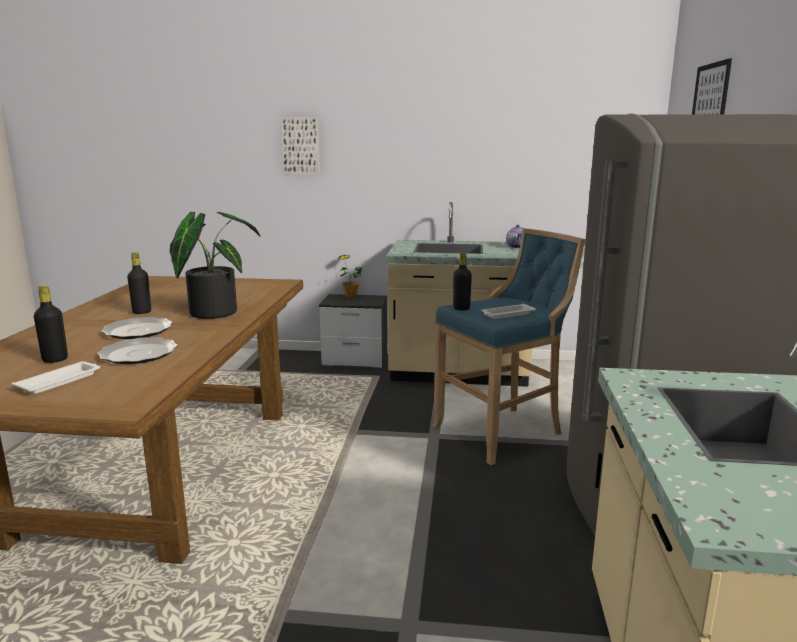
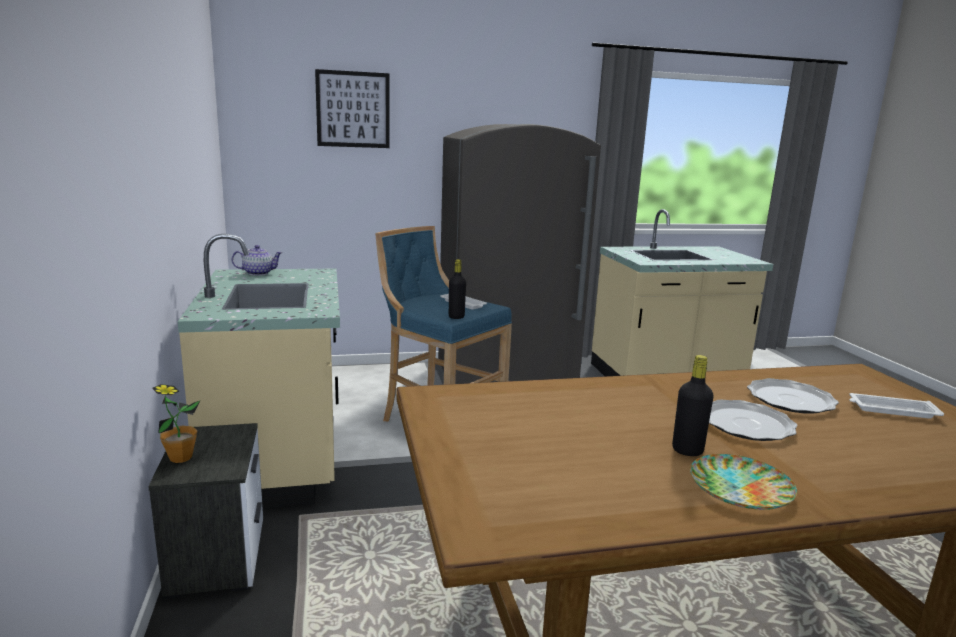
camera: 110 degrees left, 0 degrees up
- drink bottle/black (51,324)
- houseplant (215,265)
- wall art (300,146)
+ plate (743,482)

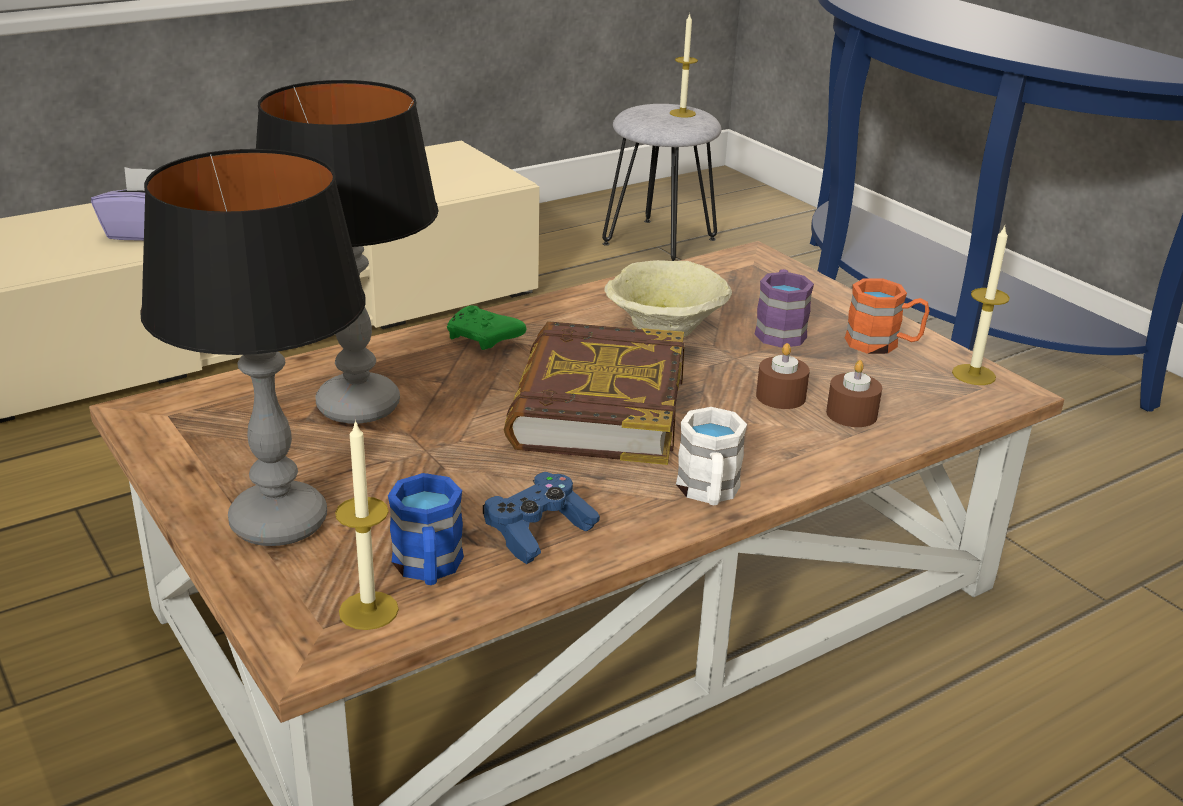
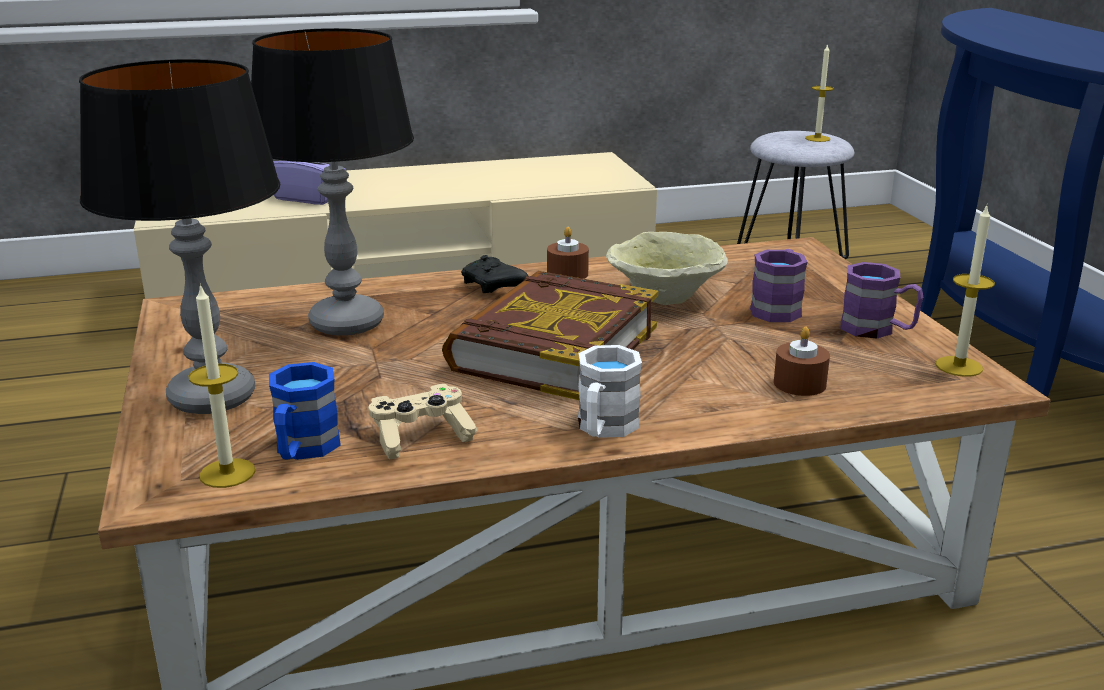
camera: 20 degrees right, 5 degrees down
~ gamepad/green-coloured (486,328) to gamepad/black (494,274)
~ gamepad/blue-coloured (541,518) to gamepad/beige (423,422)
~ candle/brownish (783,376) to (568,253)
~ tea mug/orange (887,316) to tea mug/purplish (881,300)

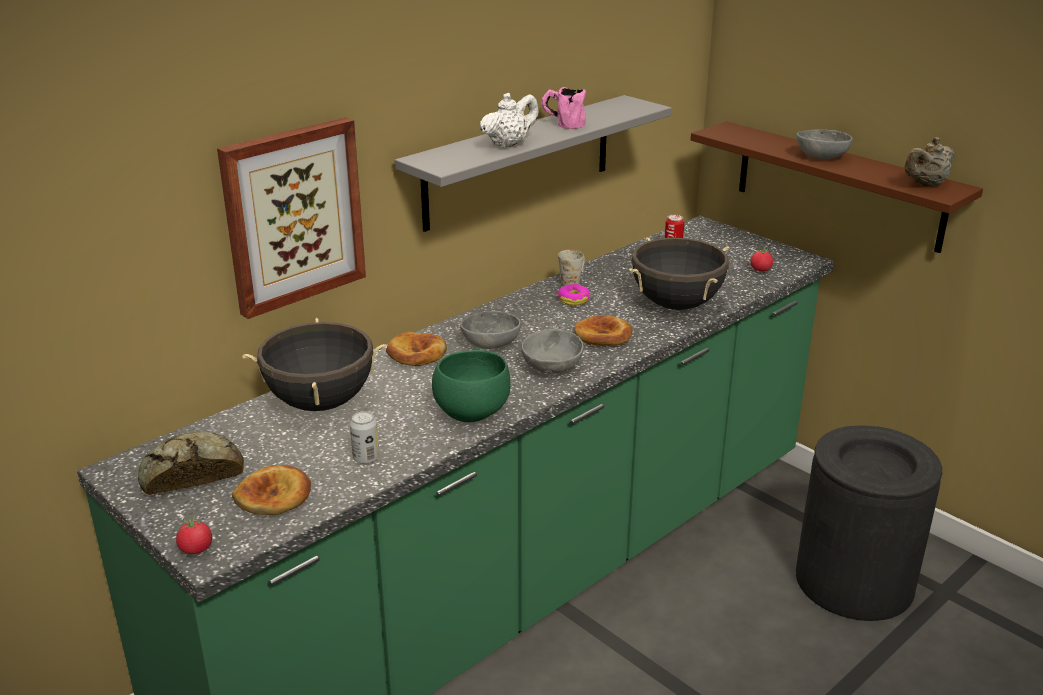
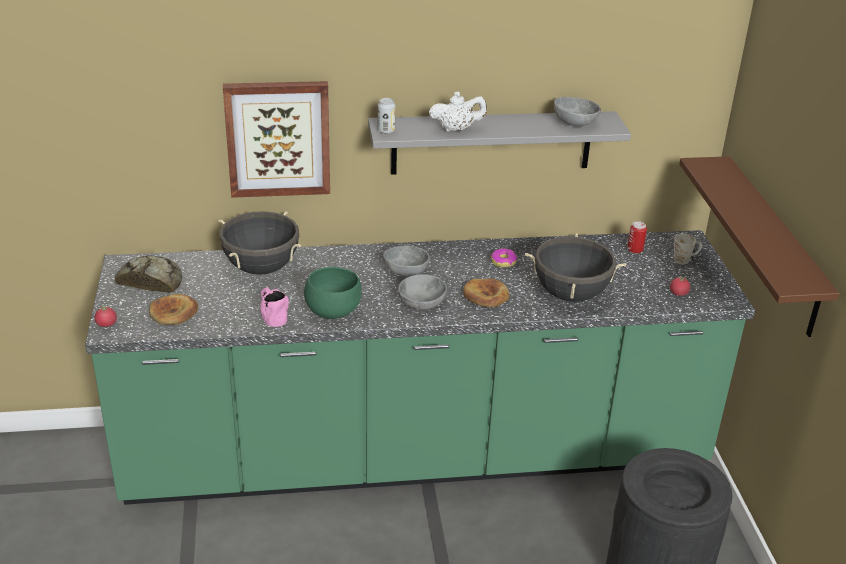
camera: 35 degrees right, 5 degrees up
~ metal can (364,437) to (387,116)
- bakery bread (416,349)
~ tea mug/pinkish (563,108) to (274,306)
~ tea mug/whitish (571,267) to (688,249)
~ deep dish/greyish (824,144) to (577,111)
- teapot/beige (929,162)

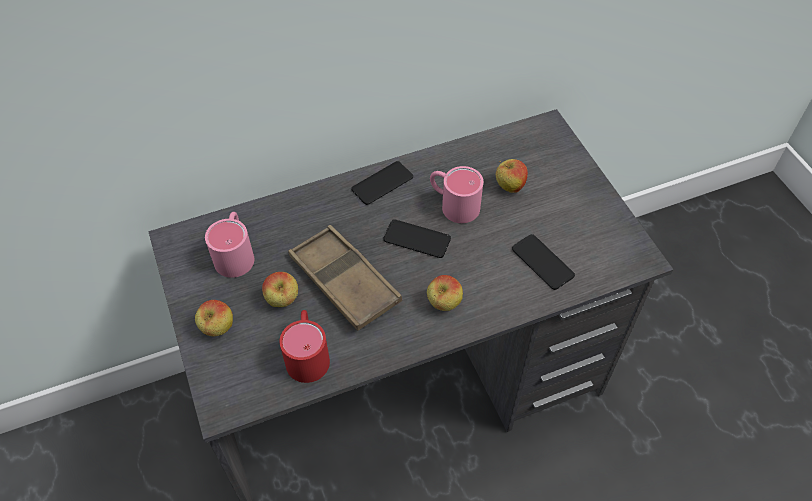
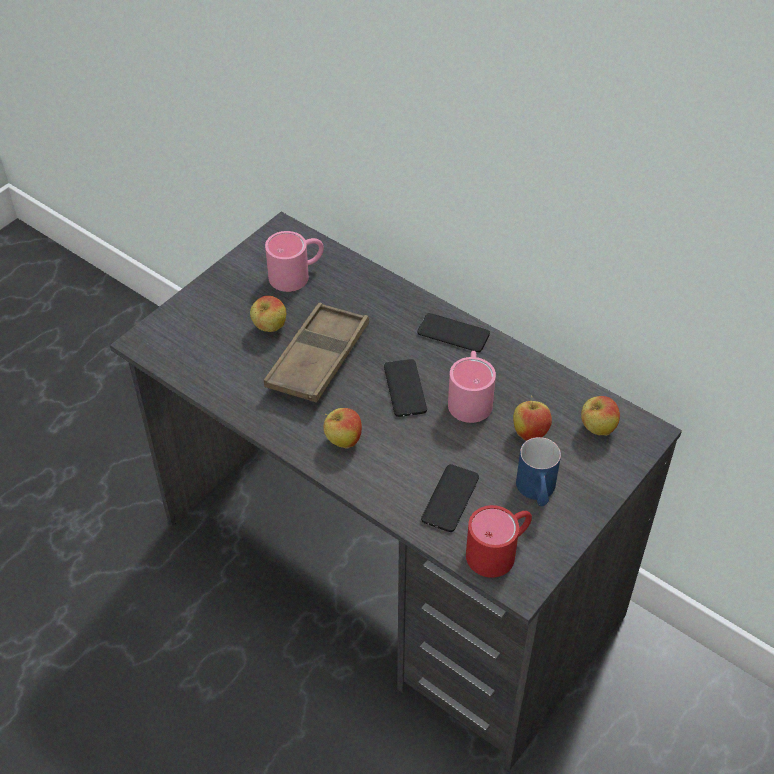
camera: 60 degrees right, 5 degrees down
~ apple (214,318) to (600,416)
~ tea mug/reddish (304,346) to (499,541)
+ tea mug/blue-coloured (538,471)

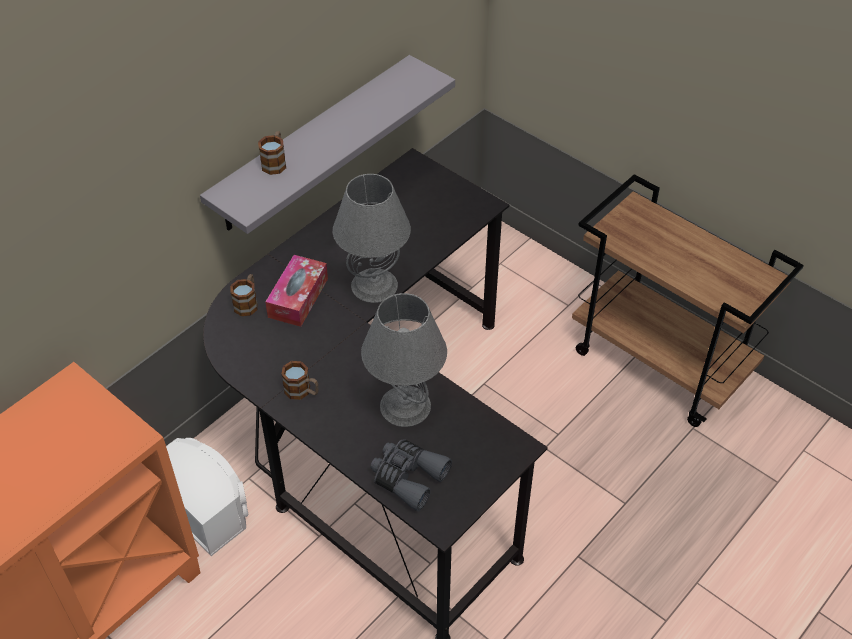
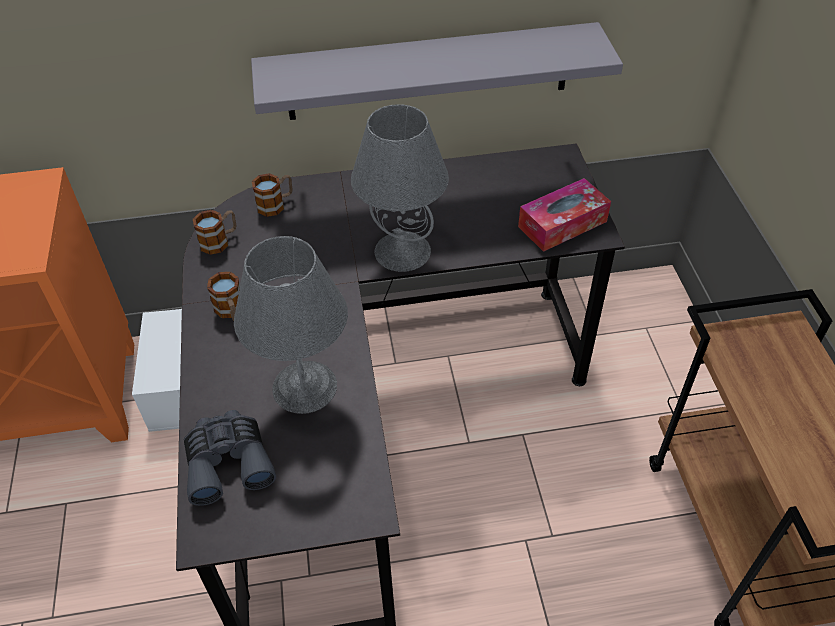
camera: 40 degrees right, 0 degrees up
~ tea mug (272,153) to (214,232)
~ tissue box (296,291) to (564,215)

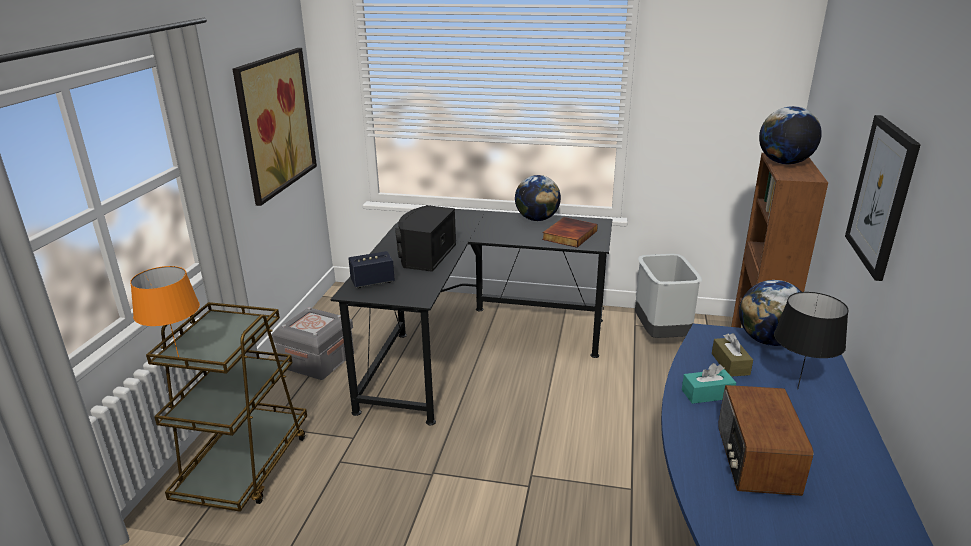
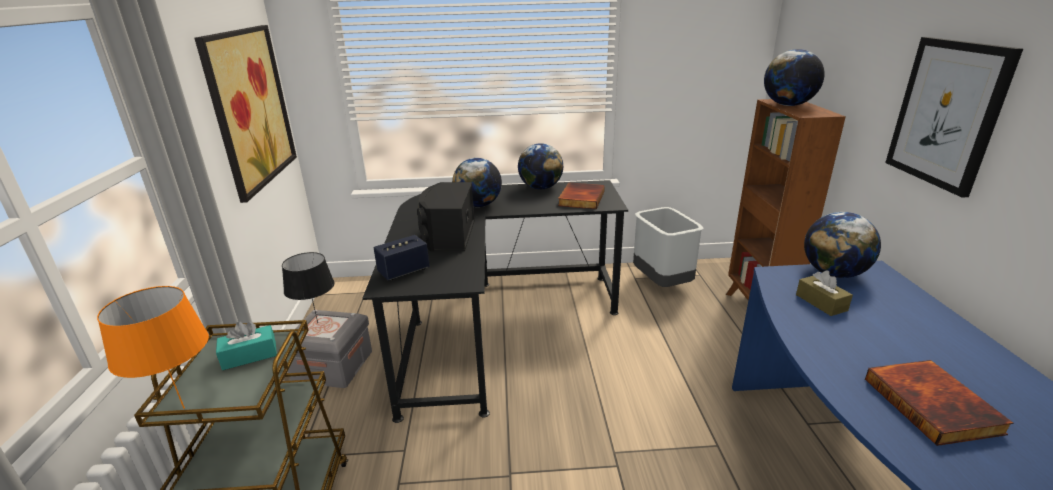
camera: 15 degrees left, 0 degrees up
~ tissue box/blue-green (709,383) to (246,346)
~ radio set (766,440) to volume (939,403)
~ table lamp/black (811,340) to (308,287)
+ desk globe (477,182)

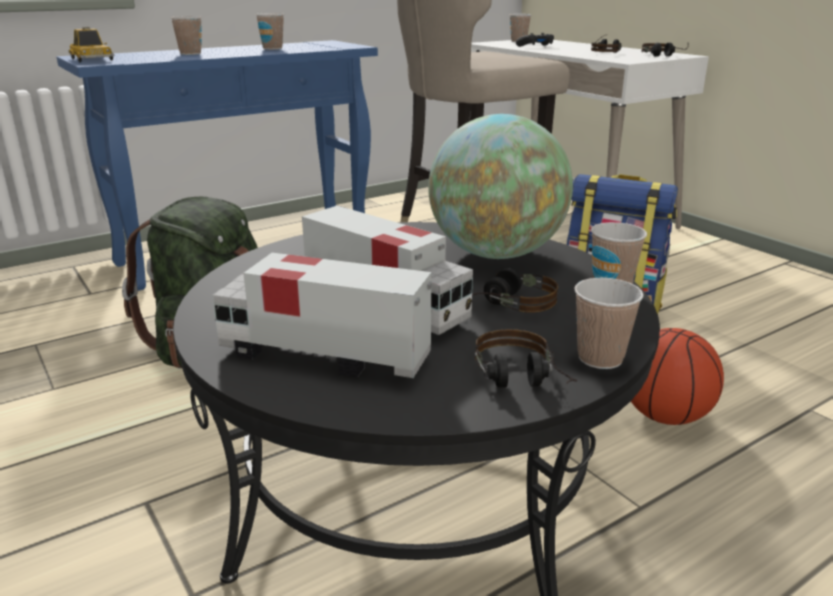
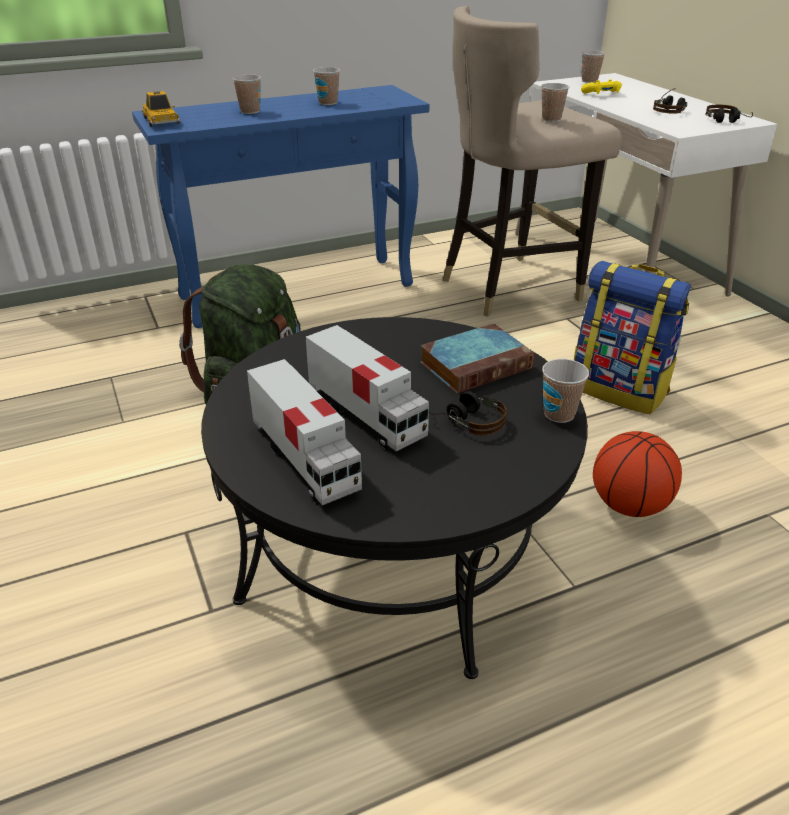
camera: 10 degrees right, 10 degrees up
~ toy lorry (322,315) = (304,432) 150 degrees counterclockwise
~ desk globe (500,186) to volume (477,358)
- pair of headphones (526,358)
~ gamepad/black (535,40) to gamepad/yellow (601,86)
~ cup (609,323) to (555,102)

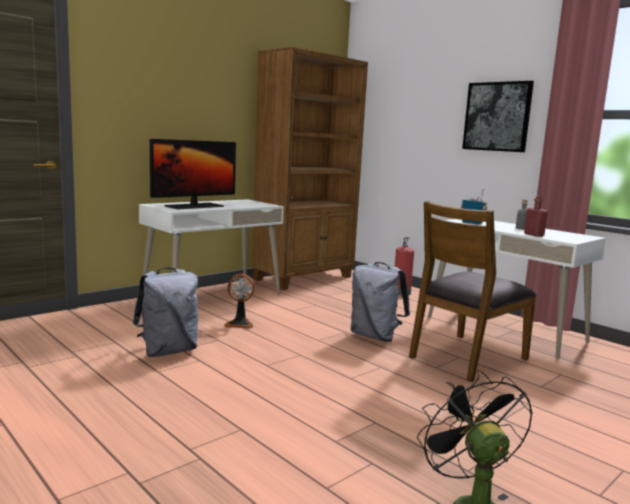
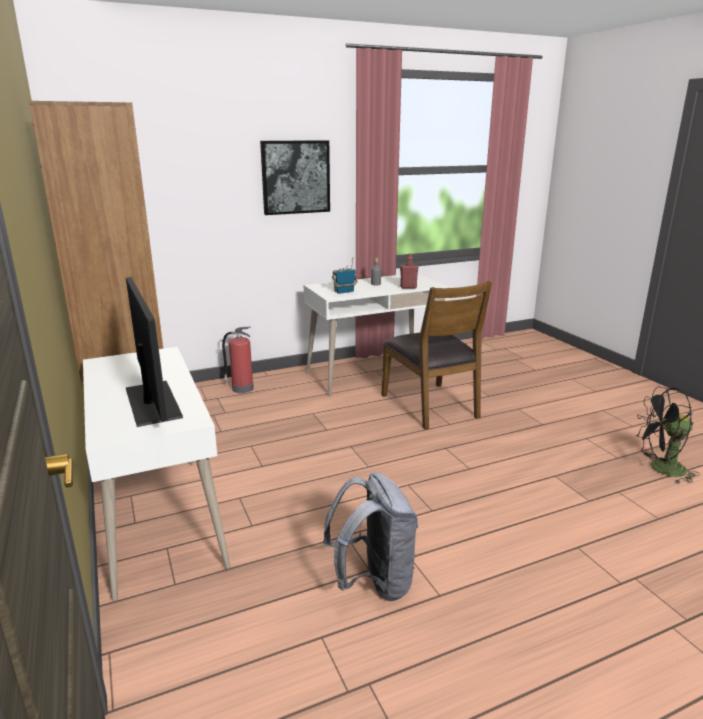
camera: 70 degrees left, 10 degrees up
- electric fan (239,301)
- backpack/greyish (380,302)

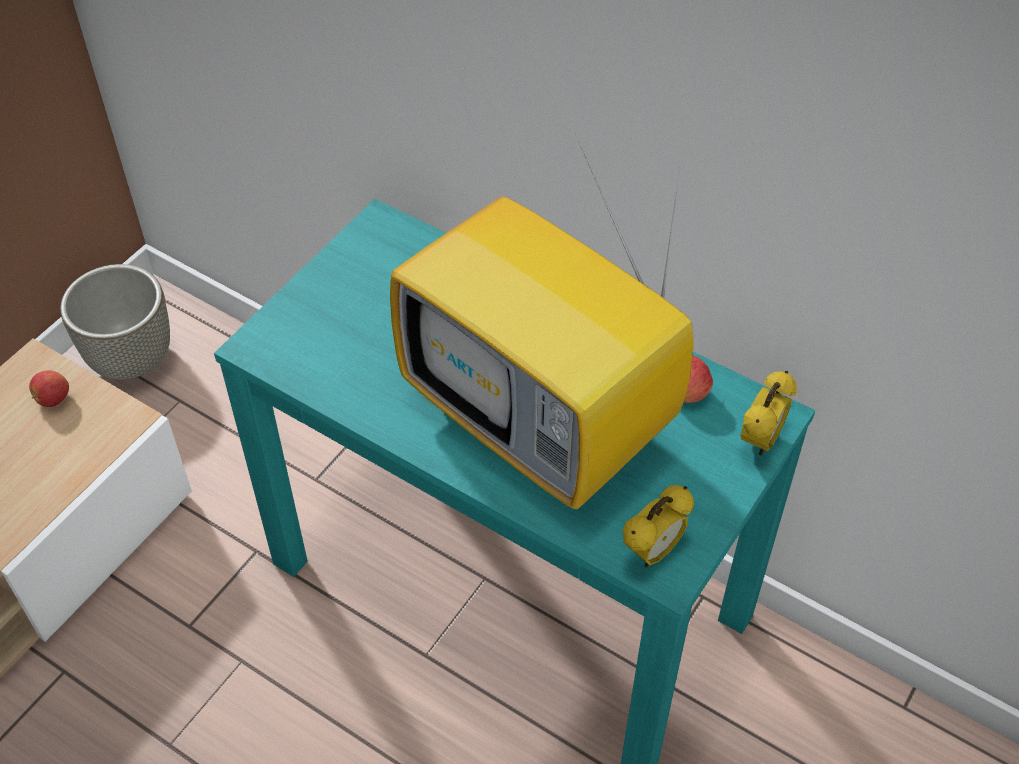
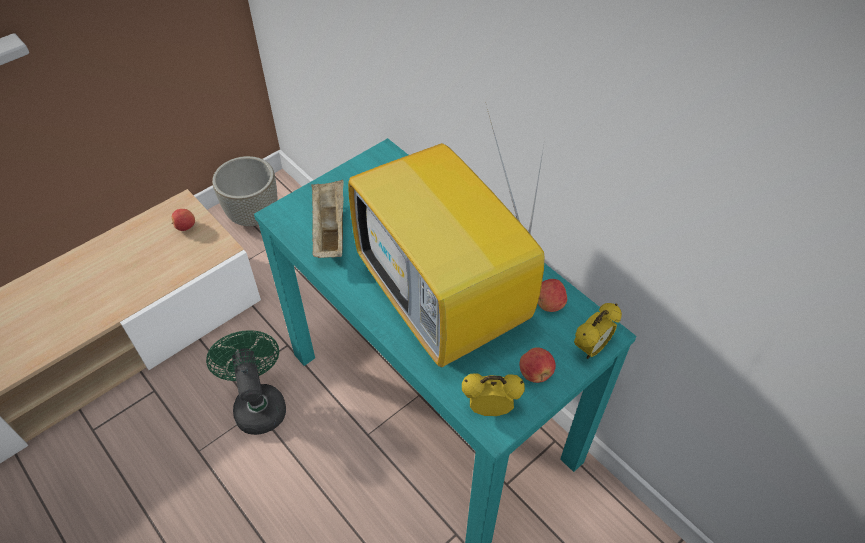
camera: 15 degrees right, 0 degrees up
~ alarm clock (658,526) = (493,395) 150 degrees counterclockwise
+ electric fan/green-coloured (246,382)
+ serving tray/beige (327,219)
+ apple (538,365)

